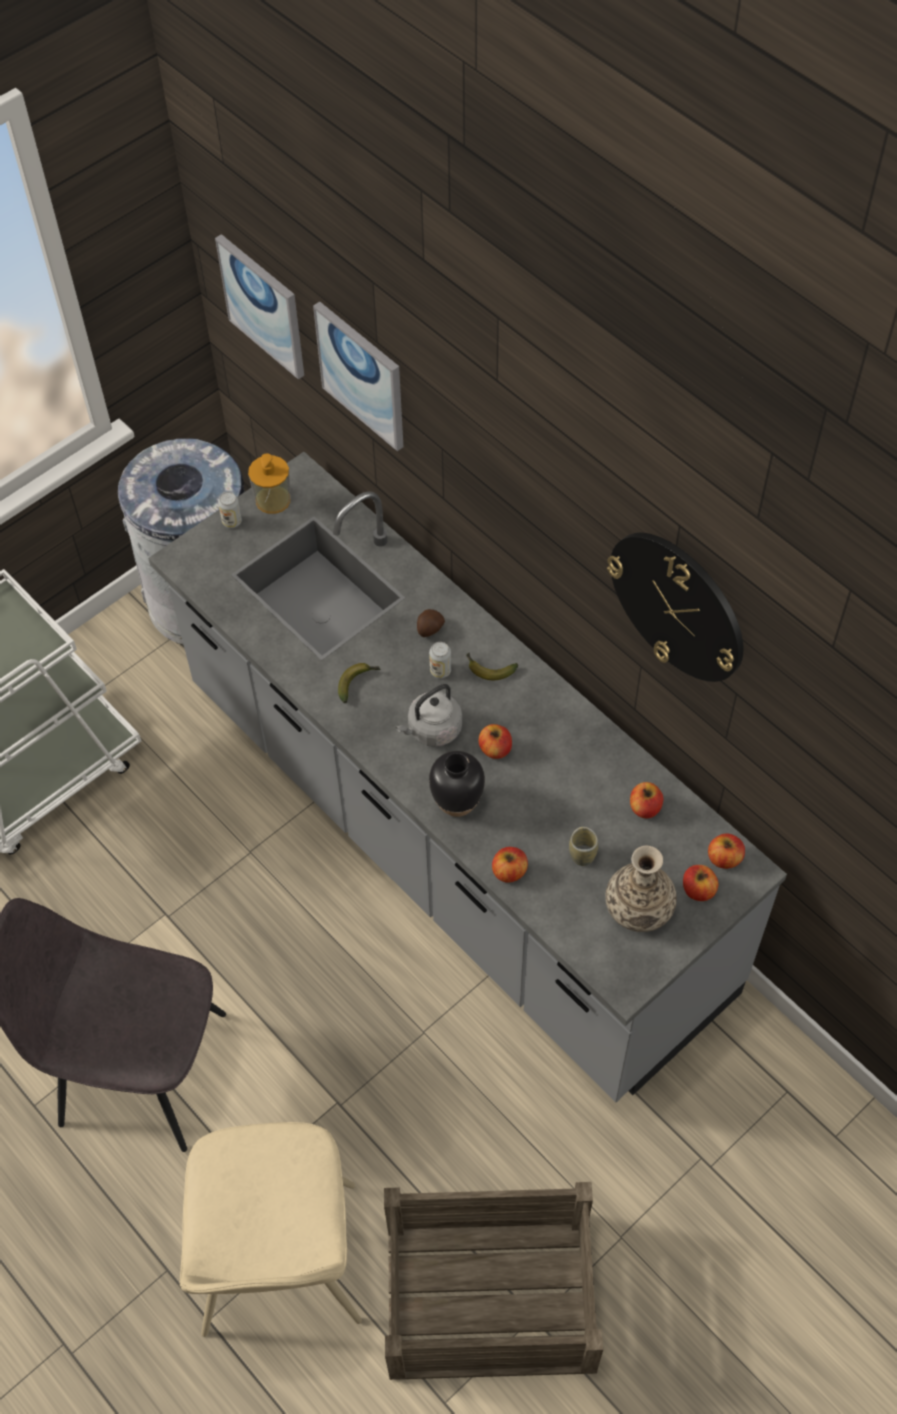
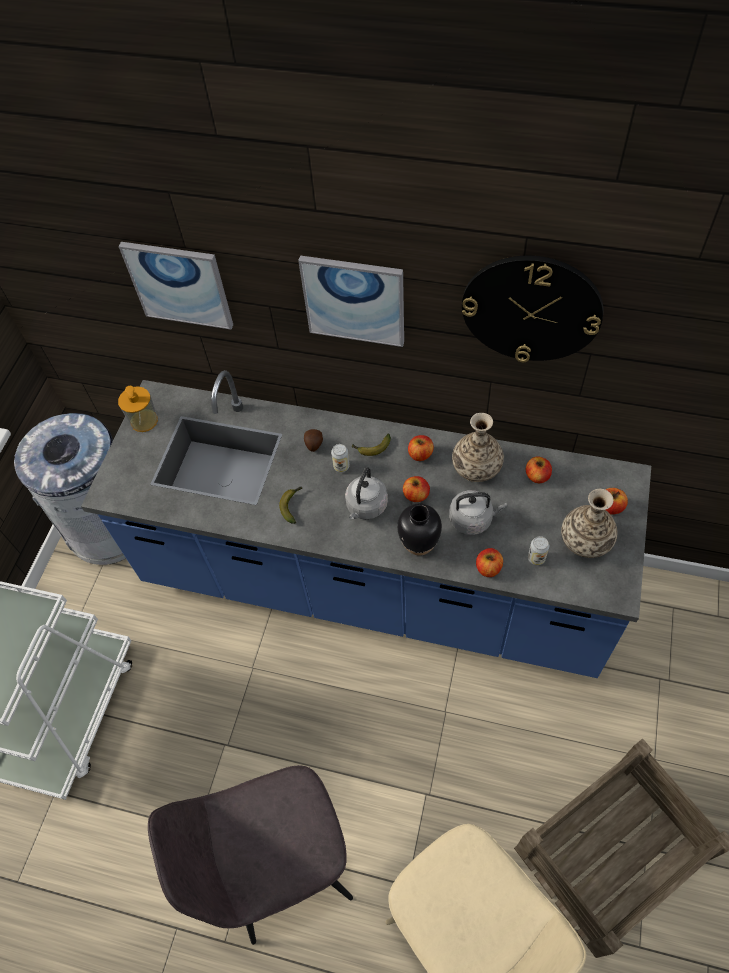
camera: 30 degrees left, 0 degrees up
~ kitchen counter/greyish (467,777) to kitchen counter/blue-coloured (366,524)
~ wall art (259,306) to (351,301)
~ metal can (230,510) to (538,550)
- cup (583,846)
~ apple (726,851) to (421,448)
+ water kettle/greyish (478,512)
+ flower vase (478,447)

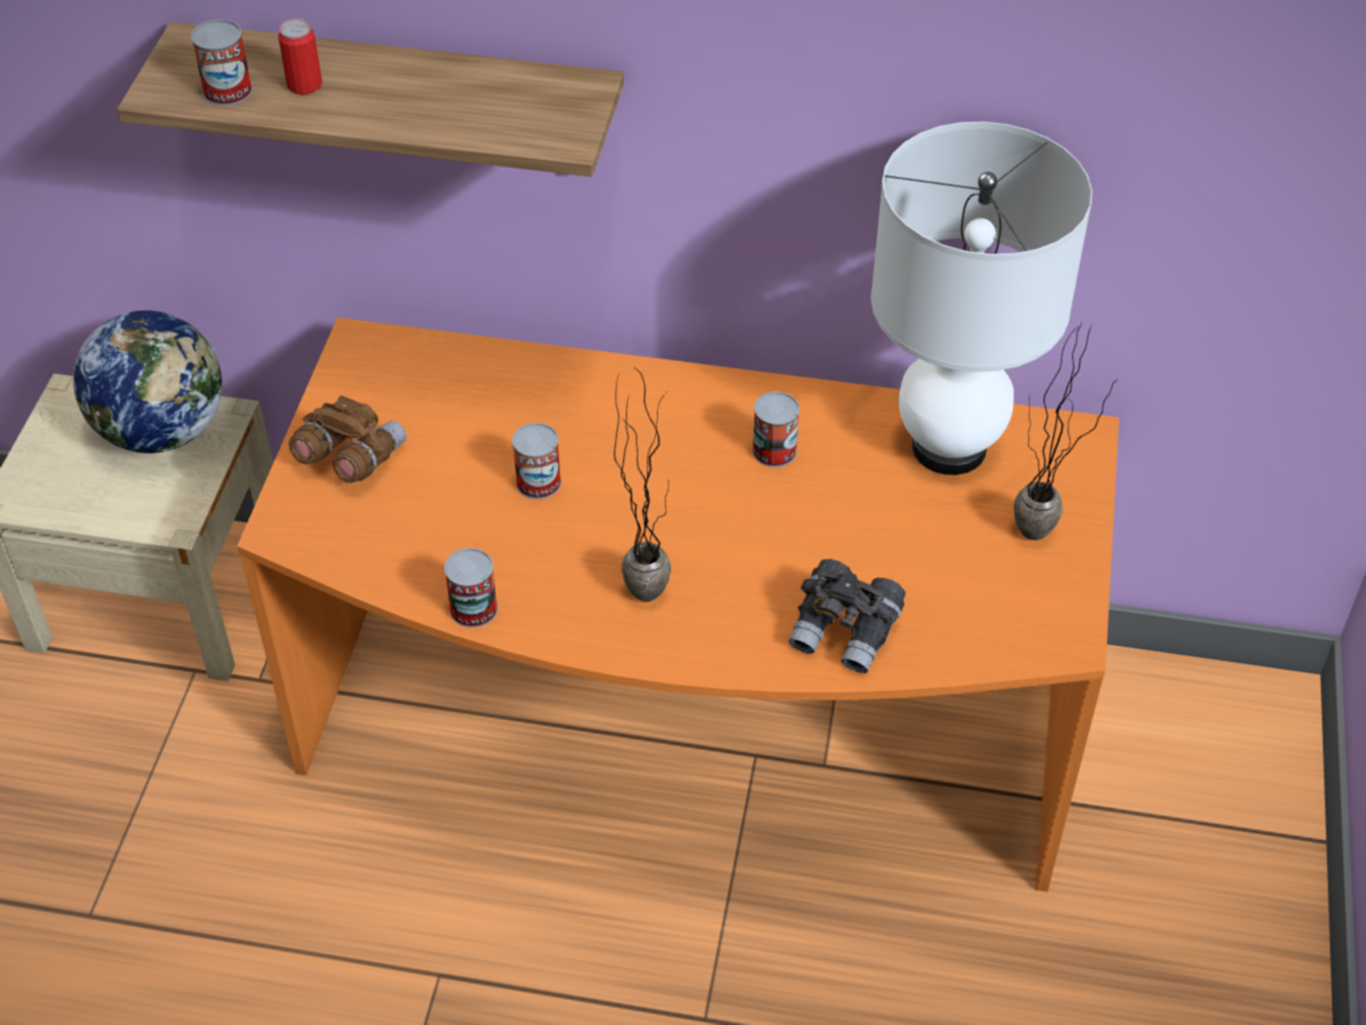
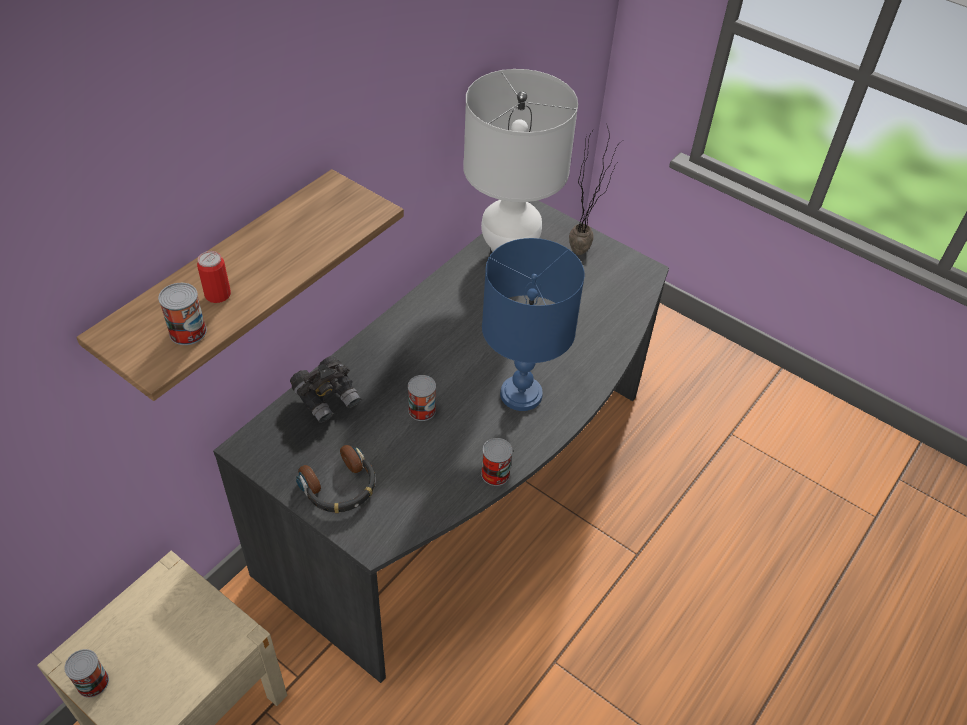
camera: 65 degrees left, 0 degrees up
- desk globe (147,381)
~ desk table/orange (678,604) to desk table/greyish (441,441)
~ field glasses/brownish (347,439) to pair of headphones (336,479)
~ houseplant (642,484) to table lamp/blue-coloured (533,324)
~ metal can (775,429) to (86,673)
~ field glasses/greyish (847,616) to (325,389)

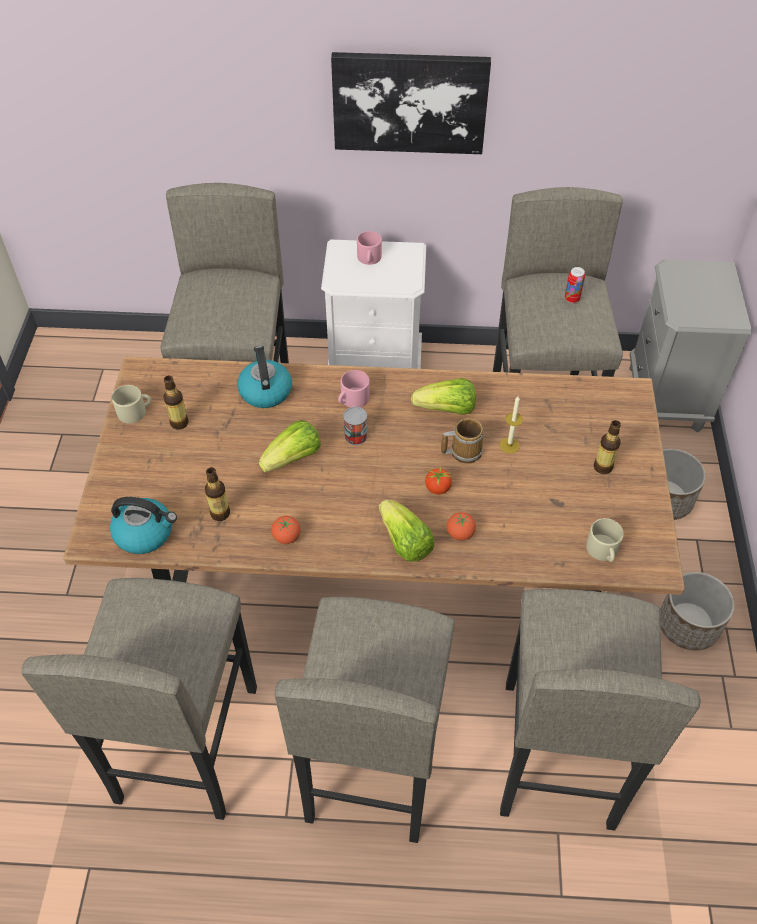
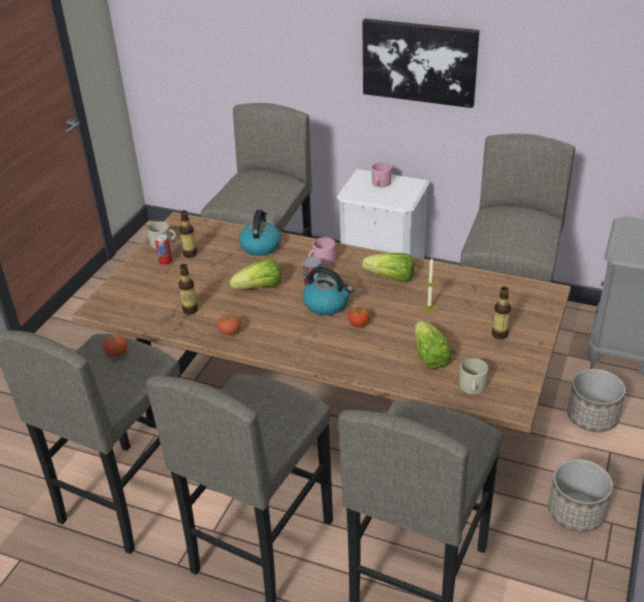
camera: 20 degrees right, 15 degrees down
~ water kettle (143,525) to (328,291)
~ lettuce head (406,530) to (433,345)
- tea mug (462,440)
~ tomato (461,526) to (115,345)
~ metal can (574,285) to (163,250)

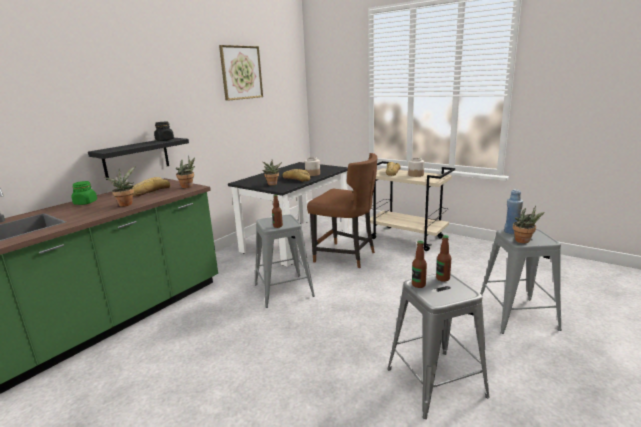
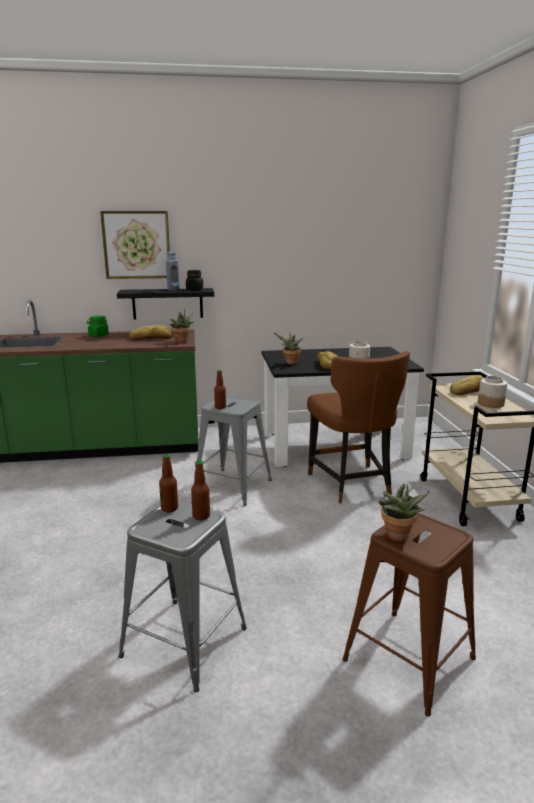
camera: 45 degrees right, 0 degrees up
- houseplant (120,186)
~ wall art (241,73) to (135,245)
~ sitting stool/greyish (521,281) to sitting stool/brownish (409,615)
~ drink bottle/blue-coloured (513,211) to (173,271)

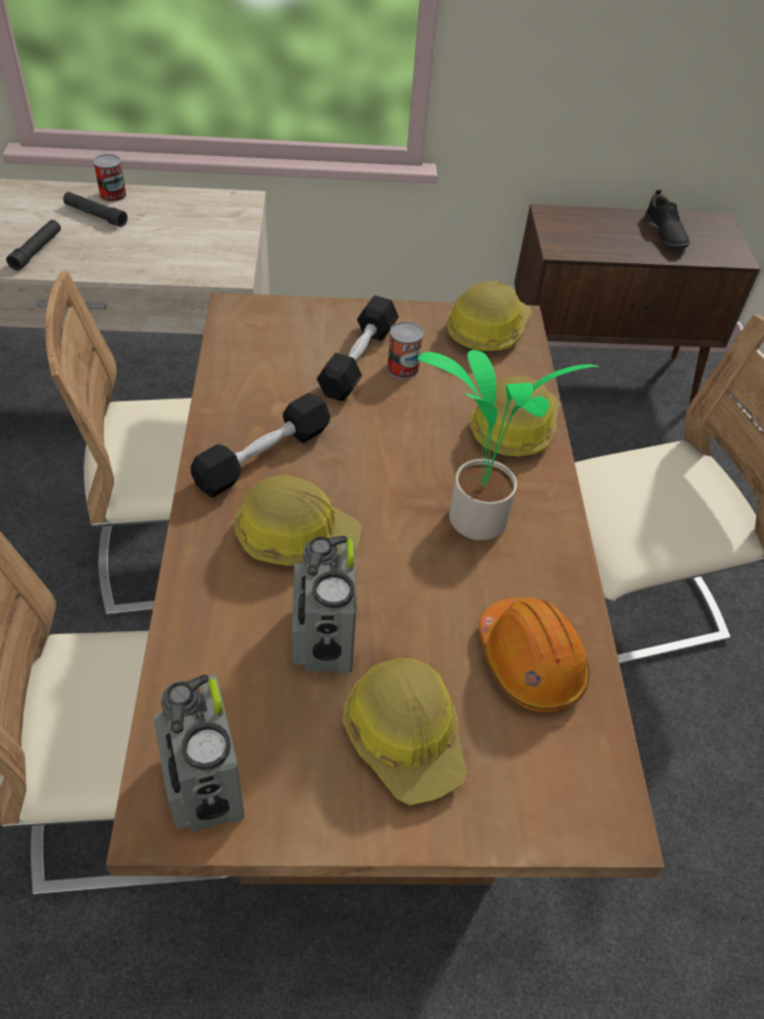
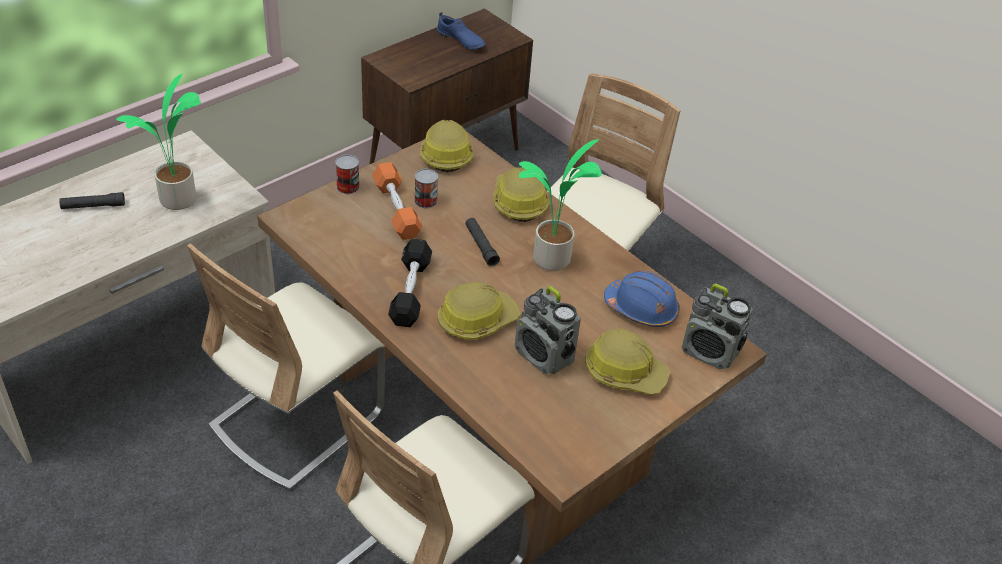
camera: 40 degrees left, 5 degrees down
~ flashlight/black (33,245) to (482,242)
~ metal can (110,178) to (347,174)
~ radio set (198,753) to (717,327)
~ free weight/black (358,348) to free weight/orange (397,201)
~ hard hat/orange (534,655) to hard hat/blue-coloured (642,299)
~ item of footwear/black (667,219) to item of footwear/blue-coloured (461,31)
+ houseplant (158,141)

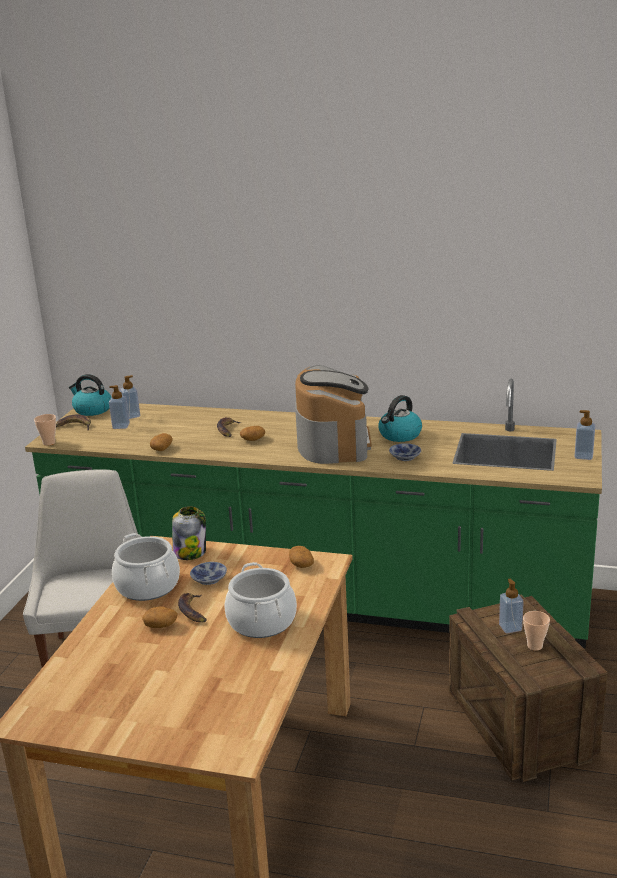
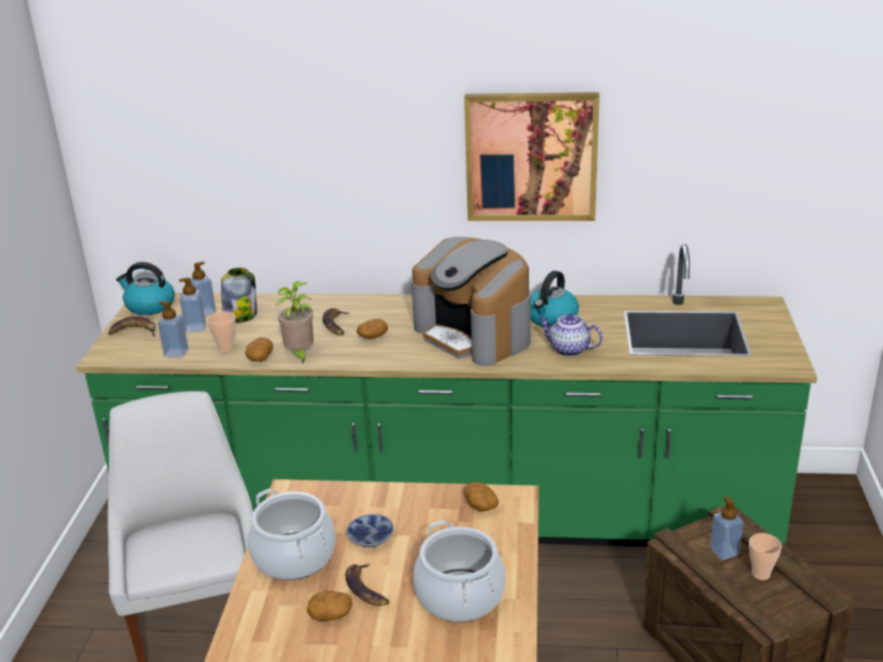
camera: 10 degrees left, 5 degrees up
~ cup (45,430) to (221,331)
~ preserve jar (189,533) to (239,295)
~ coffee machine (333,414) = (471,301) 150 degrees clockwise
~ deep dish (405,452) to teapot (571,335)
~ soap dispenser (584,435) to (173,329)
+ houseplant (294,322)
+ wall art (532,156)

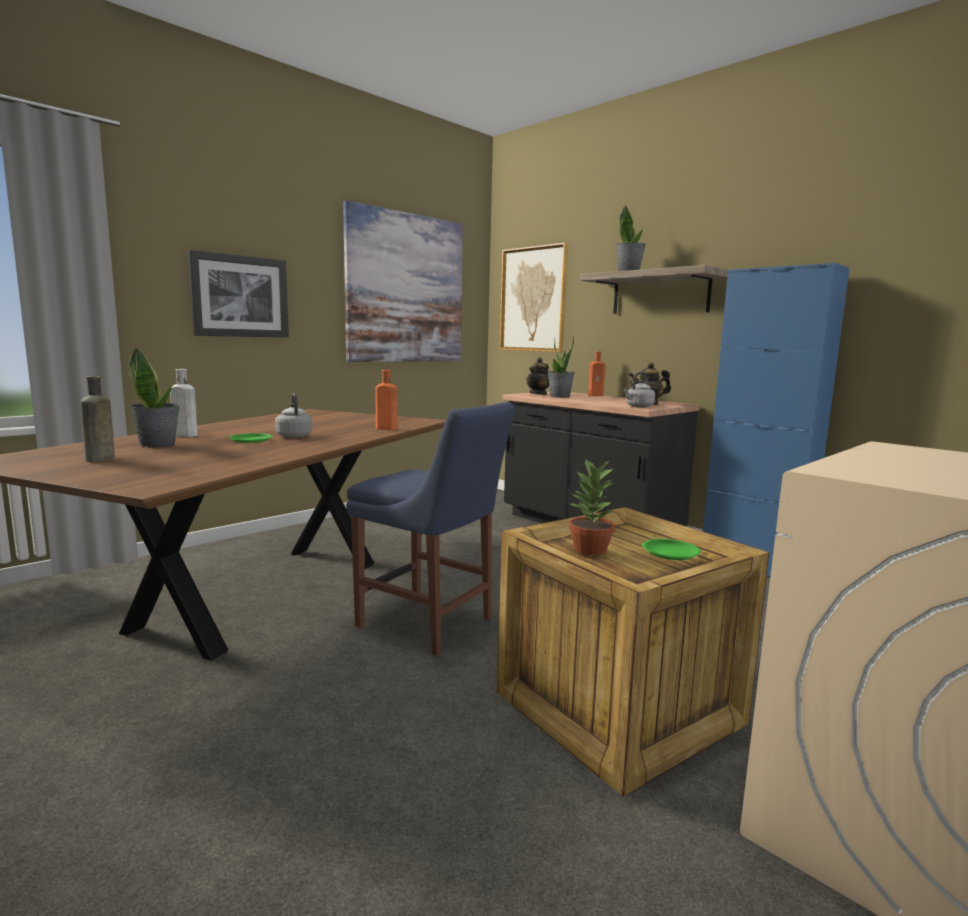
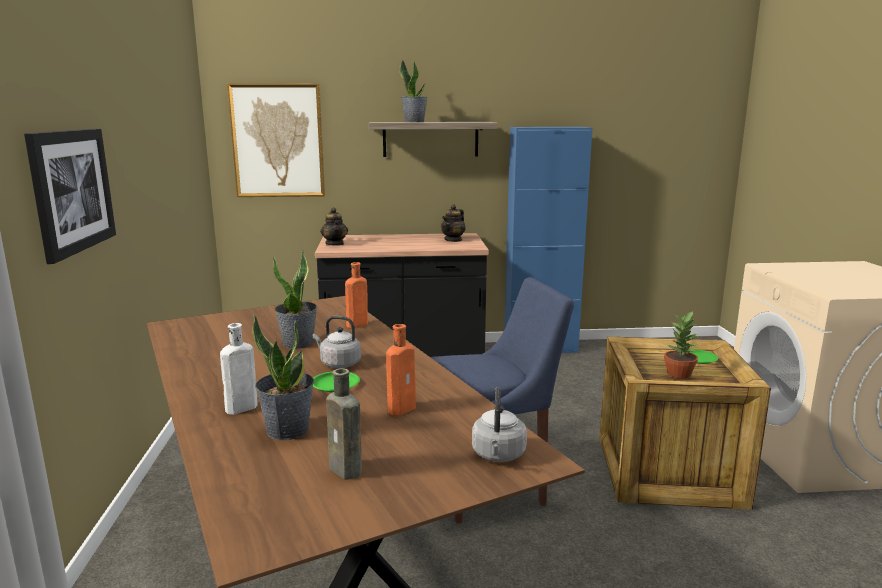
camera: 50 degrees left, 5 degrees up
- wall art (403,281)
~ houseplant (561,367) to (295,300)
~ drink bottle/orange (597,373) to (401,369)
~ water kettle/greyish (639,390) to (499,425)

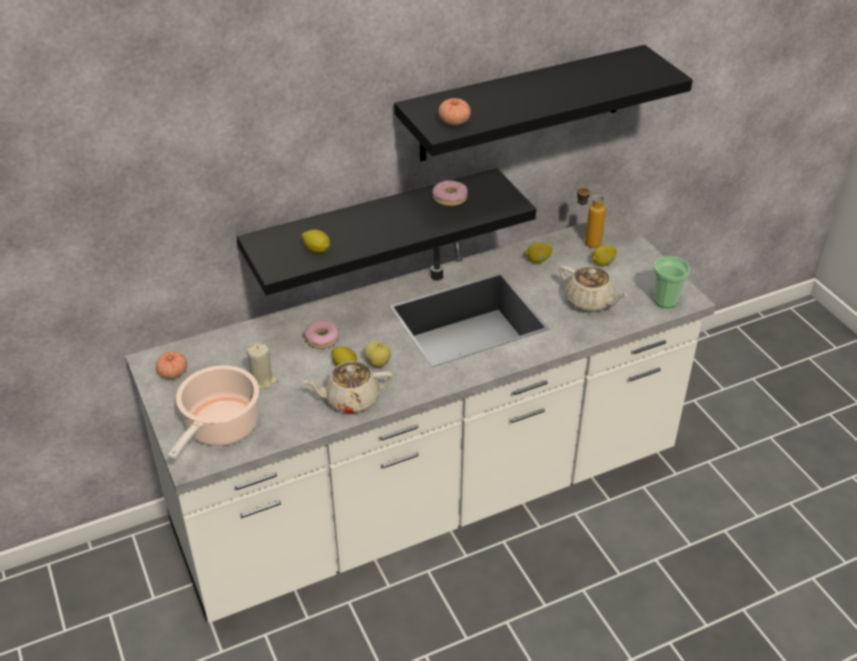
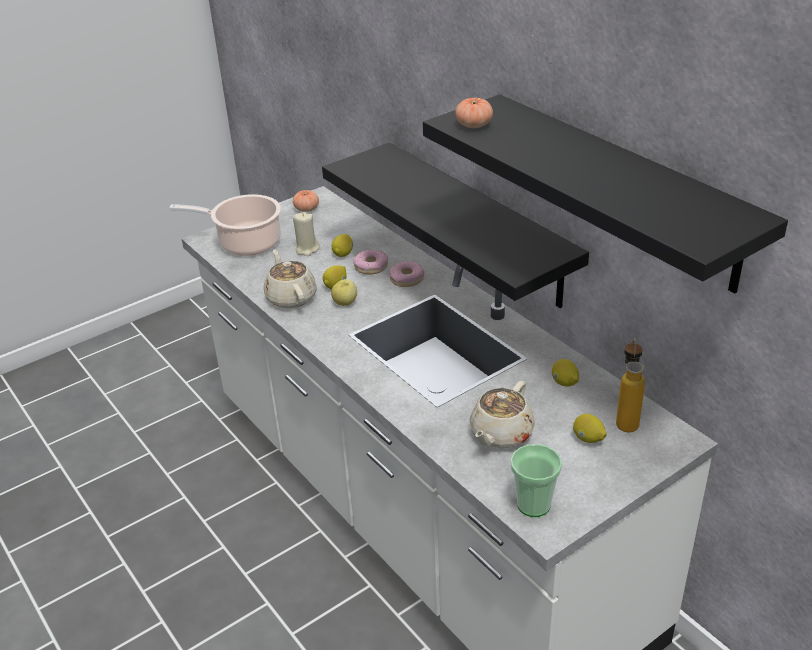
camera: 80 degrees right, 5 degrees down
~ whole lemon (316,241) to (342,245)
~ doughnut (450,193) to (406,274)

